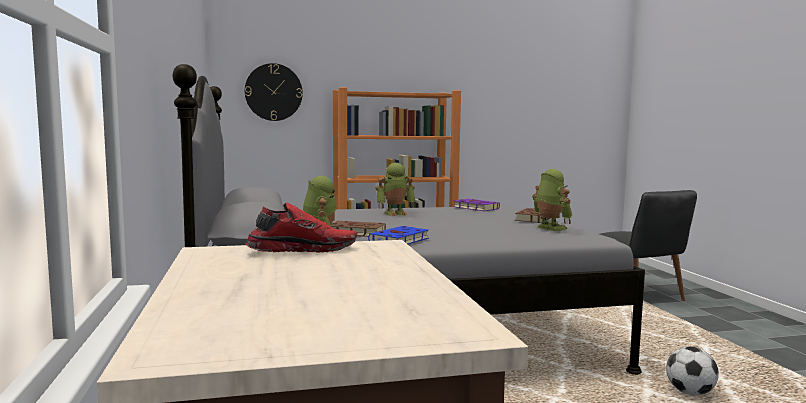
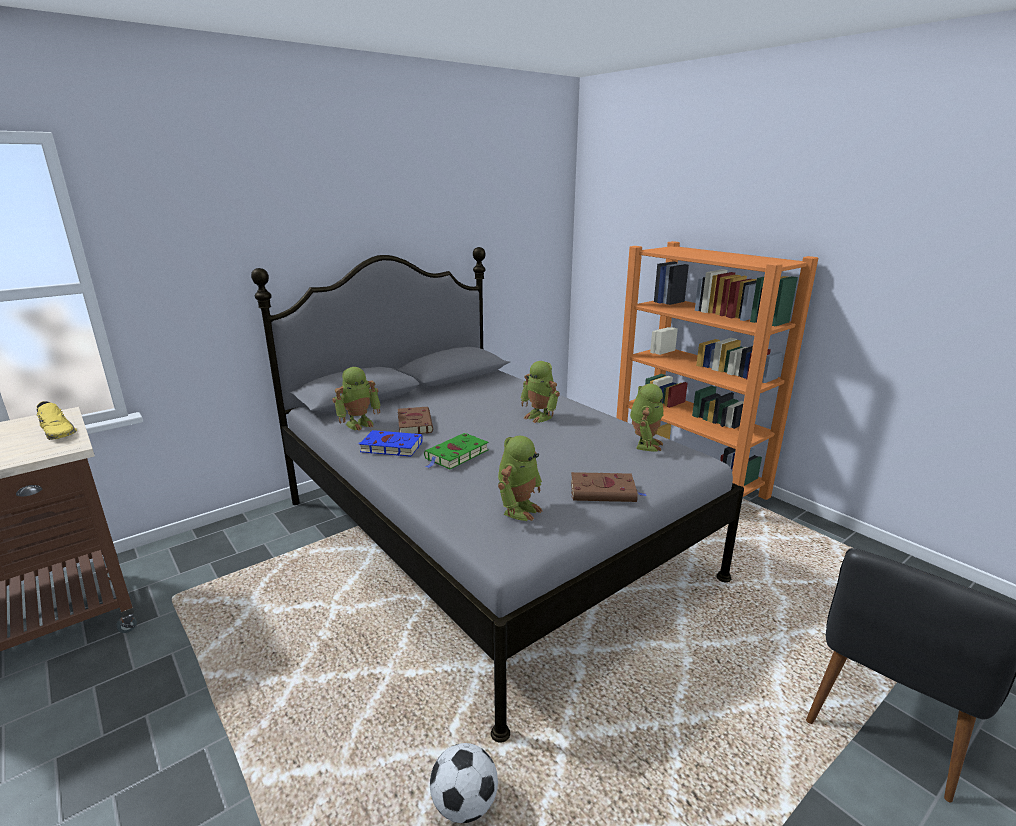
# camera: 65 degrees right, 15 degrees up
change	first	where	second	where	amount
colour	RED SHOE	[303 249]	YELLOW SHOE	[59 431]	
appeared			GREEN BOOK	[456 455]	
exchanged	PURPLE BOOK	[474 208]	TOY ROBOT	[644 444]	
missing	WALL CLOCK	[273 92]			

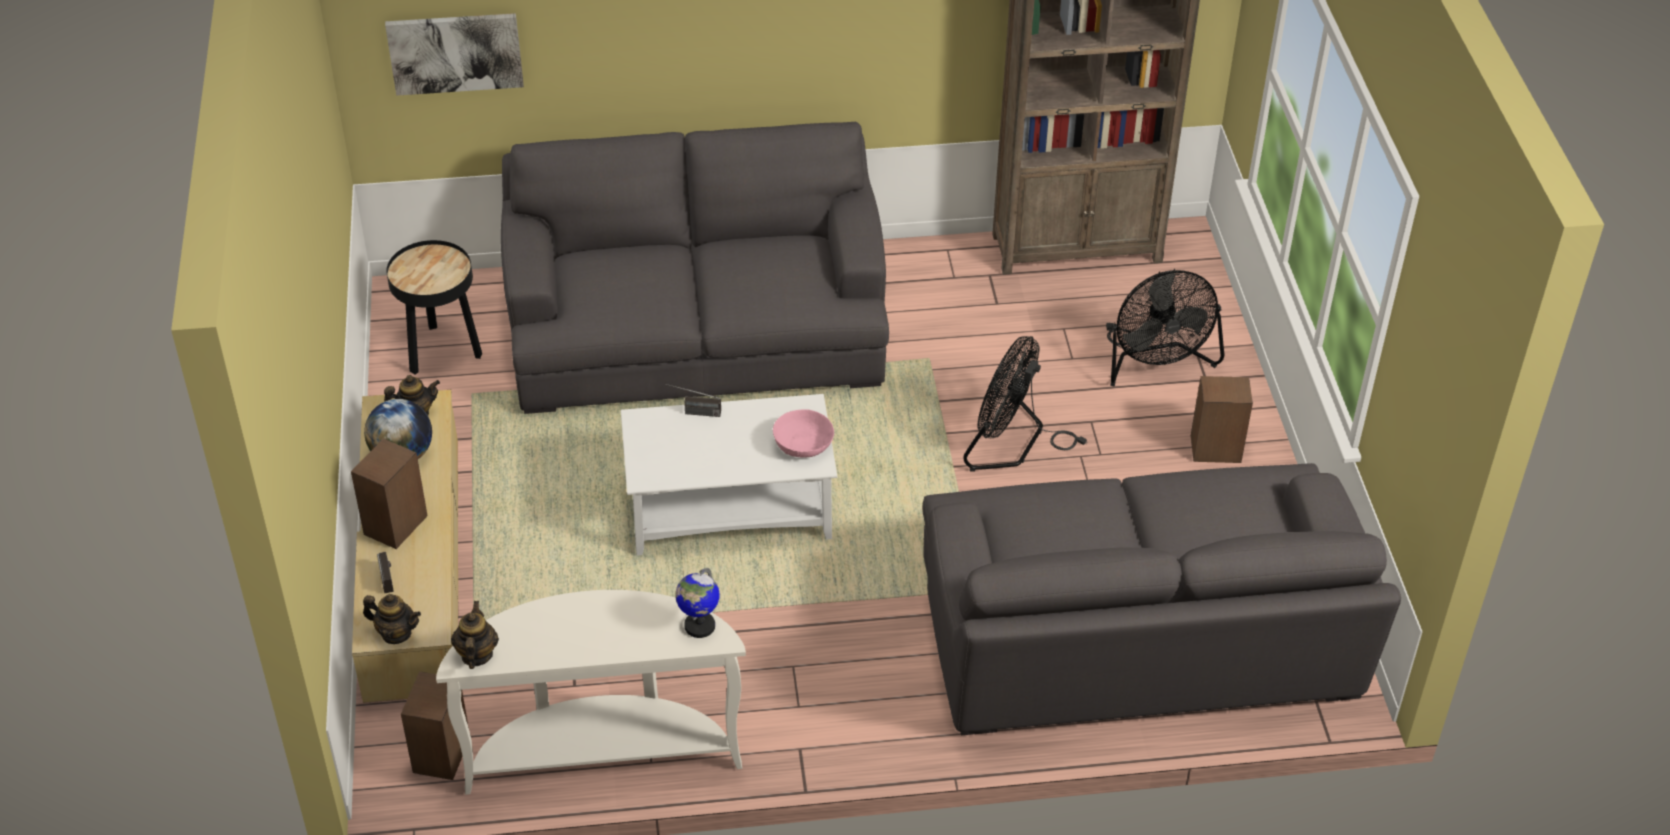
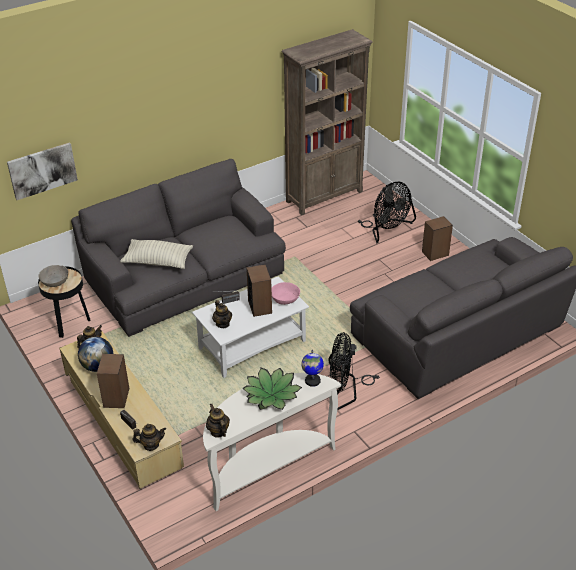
# camera: 25 degrees left, 5 degrees down
change	first	where	second	where	amount
appeared			GREY BOWL	[54 281]	
appeared			PILLOW	[158 261]	
appeared			TEAPOT	[222 324]	
appeared			POTTED PLANT	[272 395]	
relocated	SPEAKER	[442 754]		[260 307]	
relocated	BLACK FAN	[1017 439]		[345 387]	

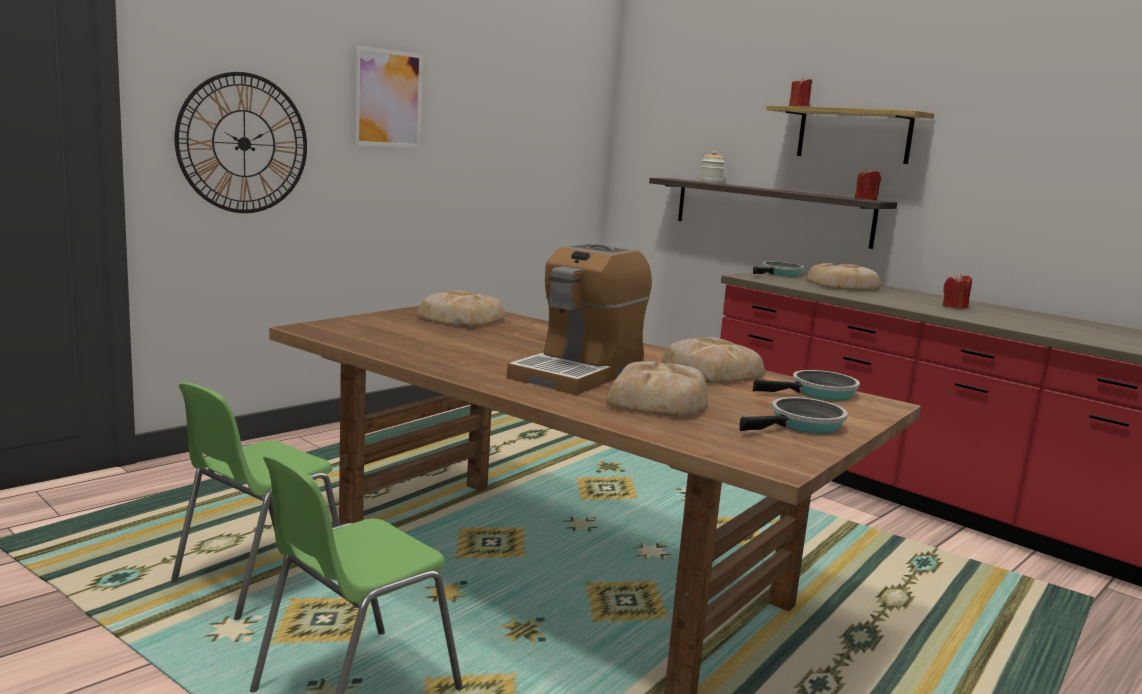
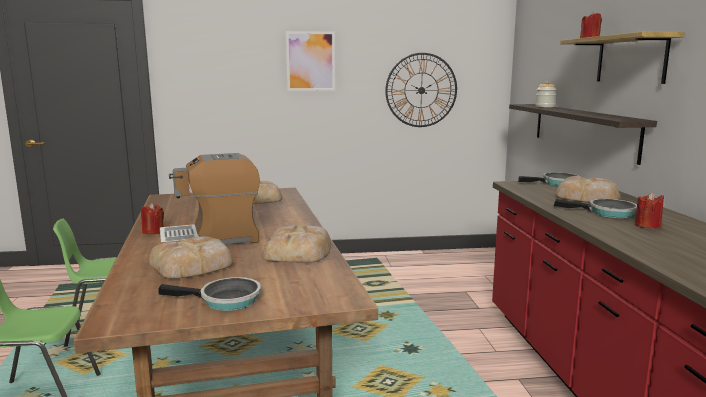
# camera: 40 degrees right, 0 degrees up
change	first	where	second	where	amount
relocated	RED CANDLE	[866 199]		[153 231]	
relocated	WALL CLOCK	[244 143]		[421 90]	
relocated	FRYING PAN	[818 393]		[607 213]	

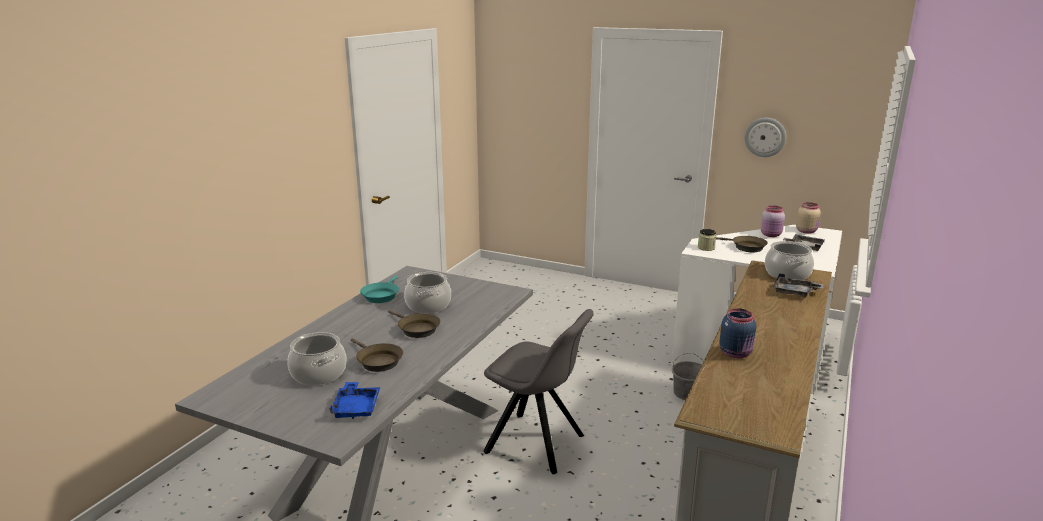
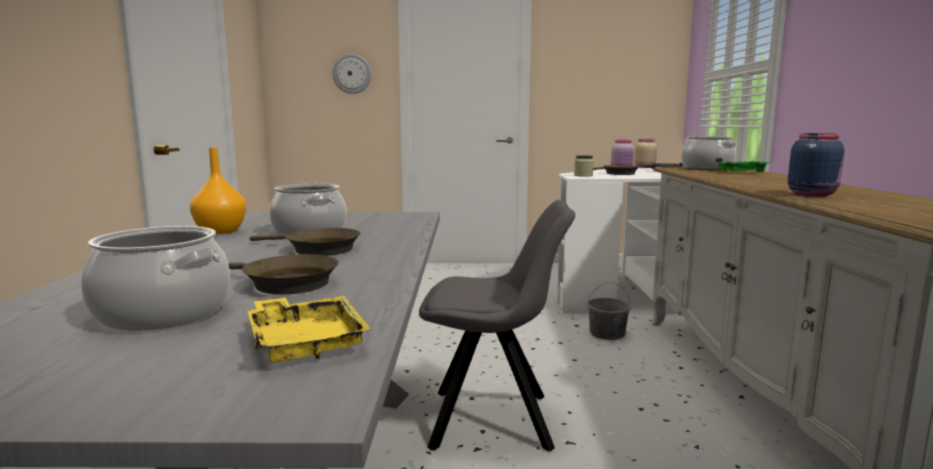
# camera: 25 degrees left, 10 degrees down
change	first	where	second	where	amount
exchanged	TURQUOISE FRYING PAN	[381 295]	ORANGE VASE	[219 232]	
colour	BLUE TRAY	[356 407]	YELLOW TRAY	[305 342]	
relocated	WALL CLOCK	[765 137]		[352 73]	
colour	GREY TRAY	[795 292]	GREEN TRAY	[744 172]	

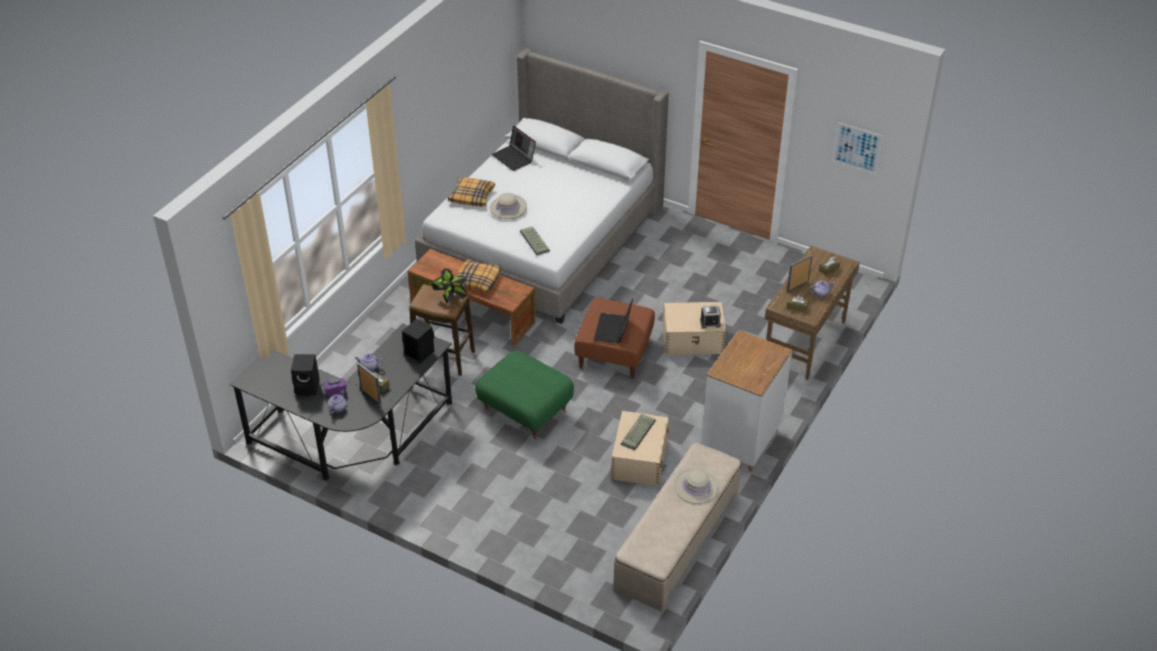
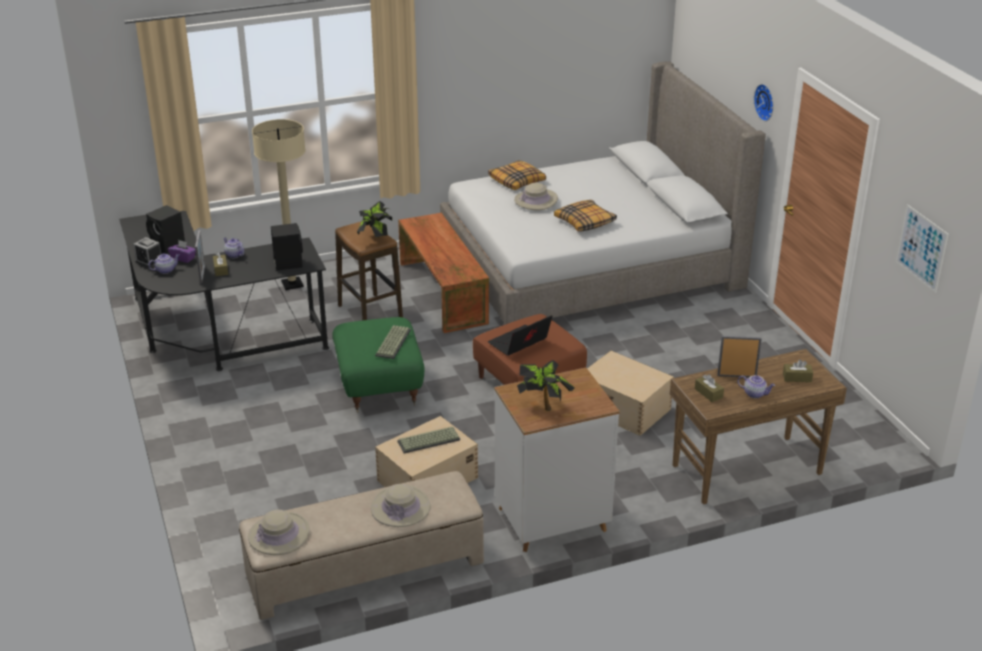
# camera: 40 degrees right, 10 degrees down
change	first	where	second	where	amount
relocated	ALARM CLOCK	[710 323]		[149 261]	
appeared			BEIGE HAT	[279 534]	
appeared			BEIGE FLOOR LAMP	[292 284]	
relocated	KEYBOARD	[533 241]		[392 342]	
appeared			POTTED PLANT	[544 405]	
relocated	PILLOW	[478 281]		[585 222]	
appeared			WALL CLOCK	[766 102]	
missing	LAPTOP	[514 158]			

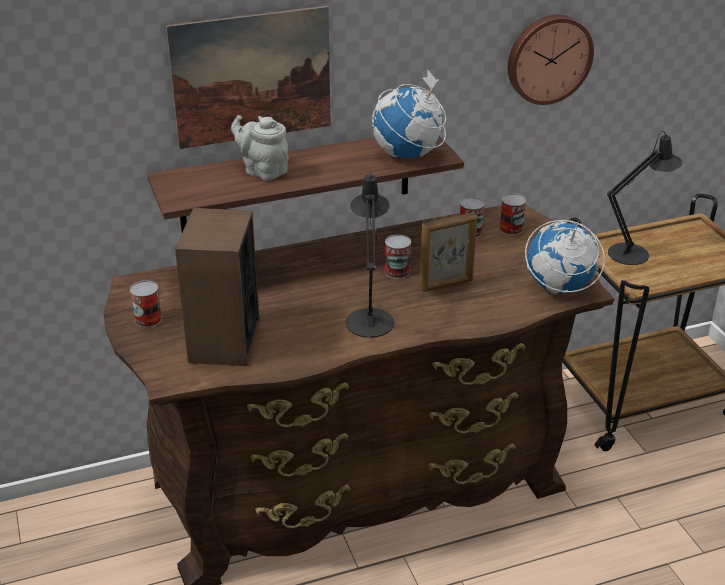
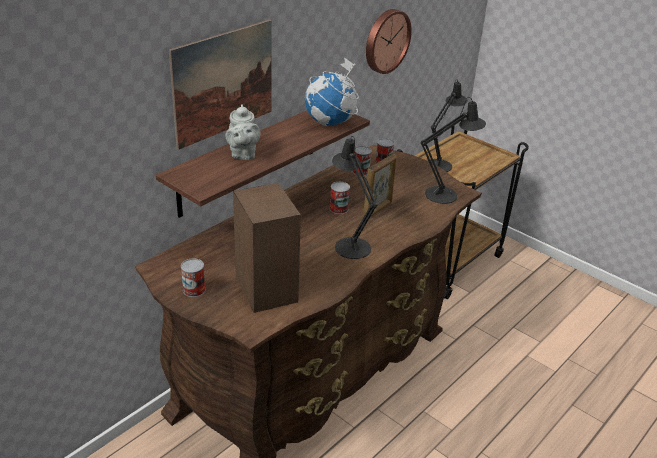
# camera: 30 degrees left, 0 degrees up
change	first	where	second	where	amount
spun	GREY TEAPOT	[263 171]		[243 154]	105 degrees counterclockwise
exchanged	GLOBE	[559 288]	BLACK TABLE LAMP	[445 194]	

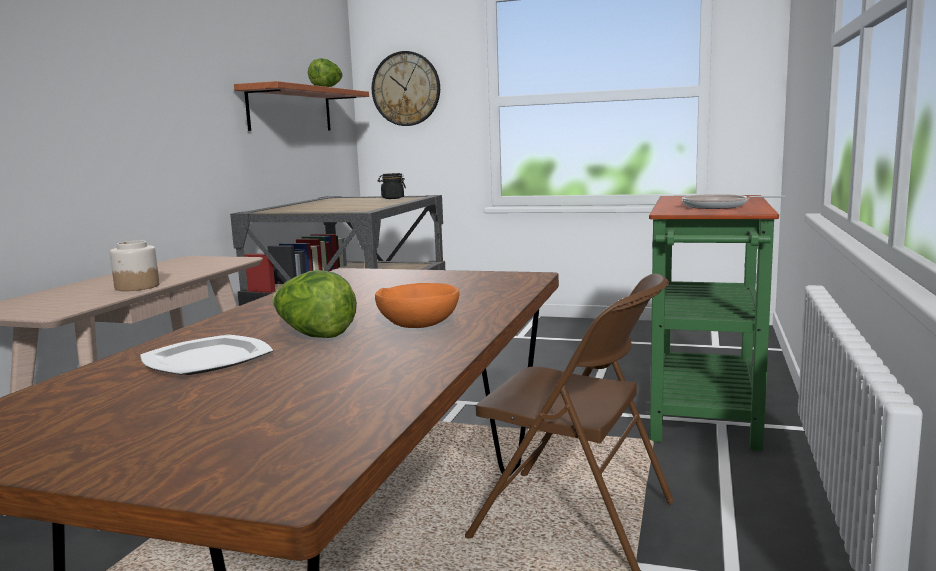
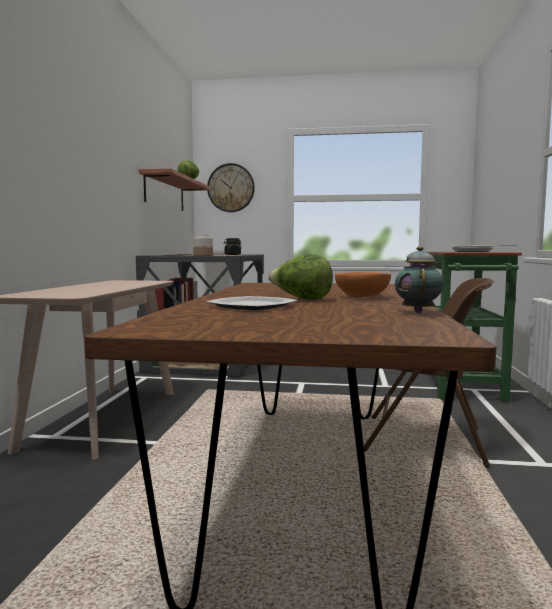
# camera: 10 degrees left, 5 degrees down
change	first	where	second	where	amount
relocated	JAR	[137 287]		[203 255]	
appeared			TEAPOT	[418 312]	

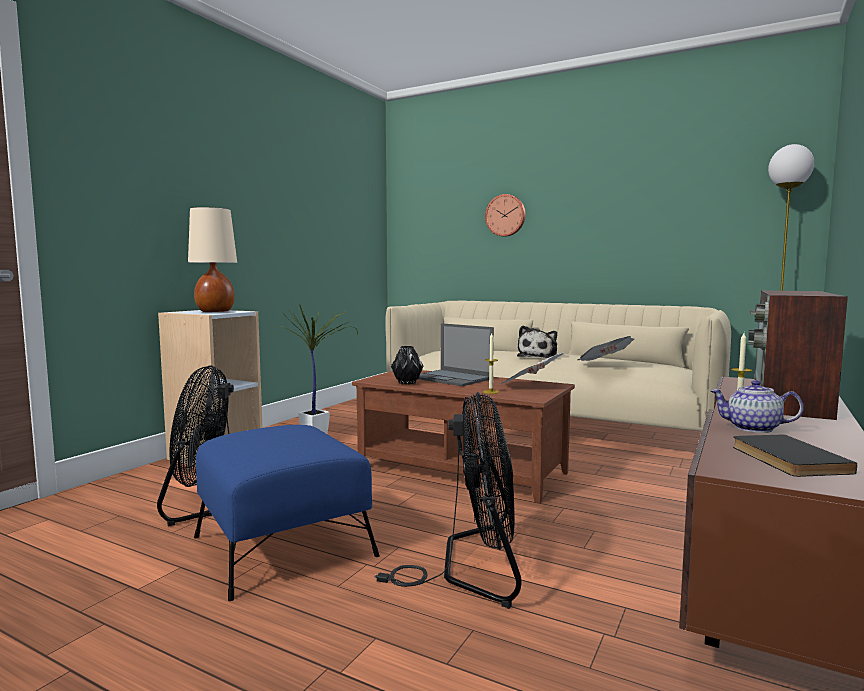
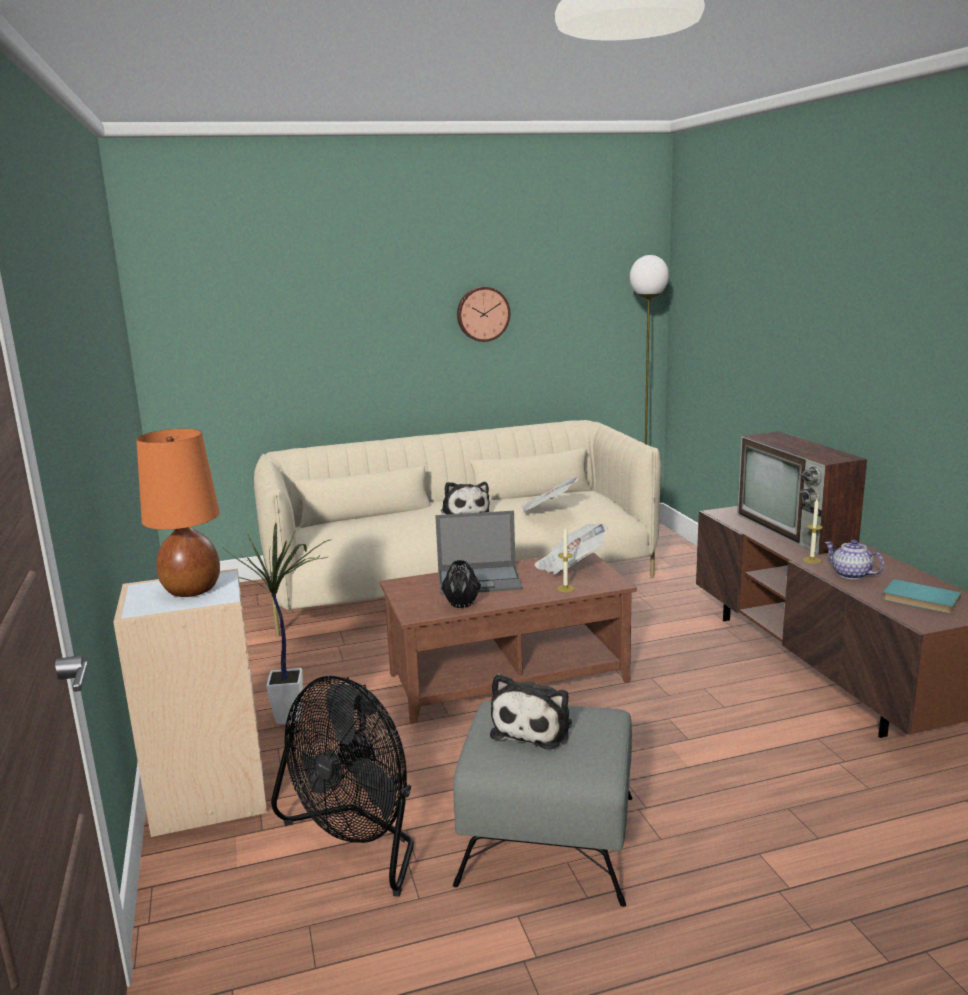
# camera: 45 degrees left, 10 degrees up
change	first	where	second	where	amount
colour	BEIGE TABLE LAMP	[215 311]	ORANGE TABLE LAMP	[192 589]	
colour	BLUE OTTOMAN	[283 546]	GREY OTTOMAN	[549 839]	
relocated	WALL CLOCK	[505 215]		[482 314]	
appeared			PLUSH TOY	[534 728]	
spun	TEAPOT	[753 428]		[850 575]	75 degrees clockwise
colour	BLACK BOOK	[785 459]	TURQUOISE BOOK	[920 600]	
missing	BLACK FAN	[470 564]			

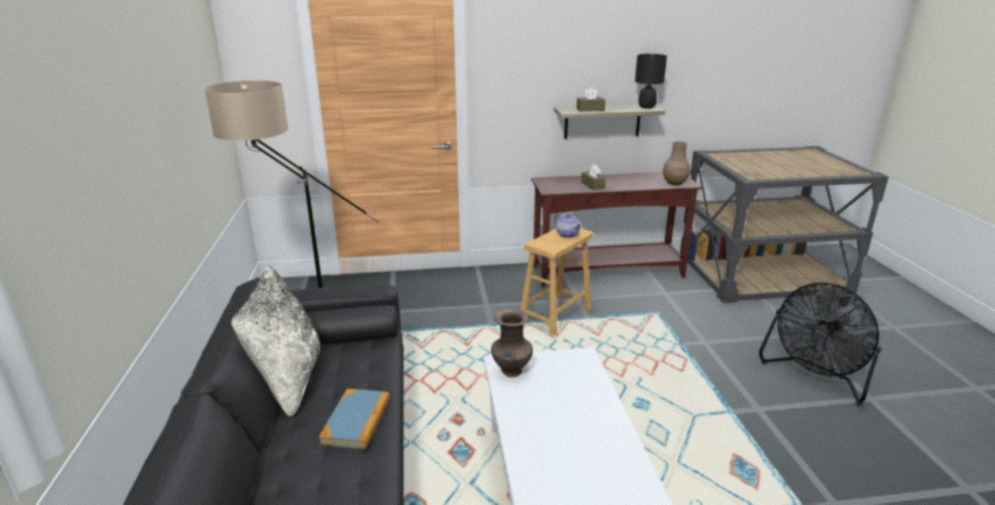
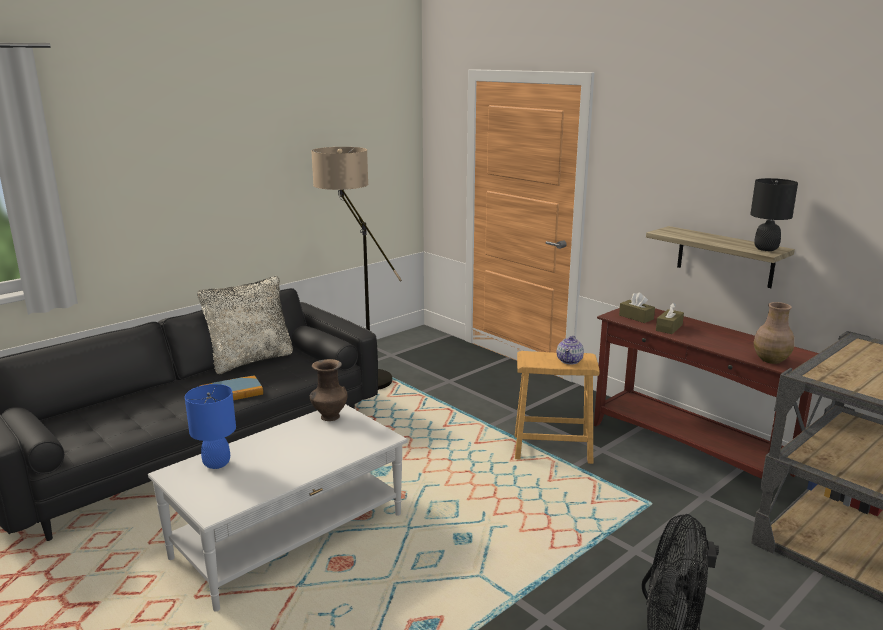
# camera: 55 degrees right, 5 degrees down
change	first	where	second	where	amount
appeared			BLUE TABLE LAMP	[217 465]	
relocated	BROWN TISSUE BOX	[590 110]		[636 317]	

